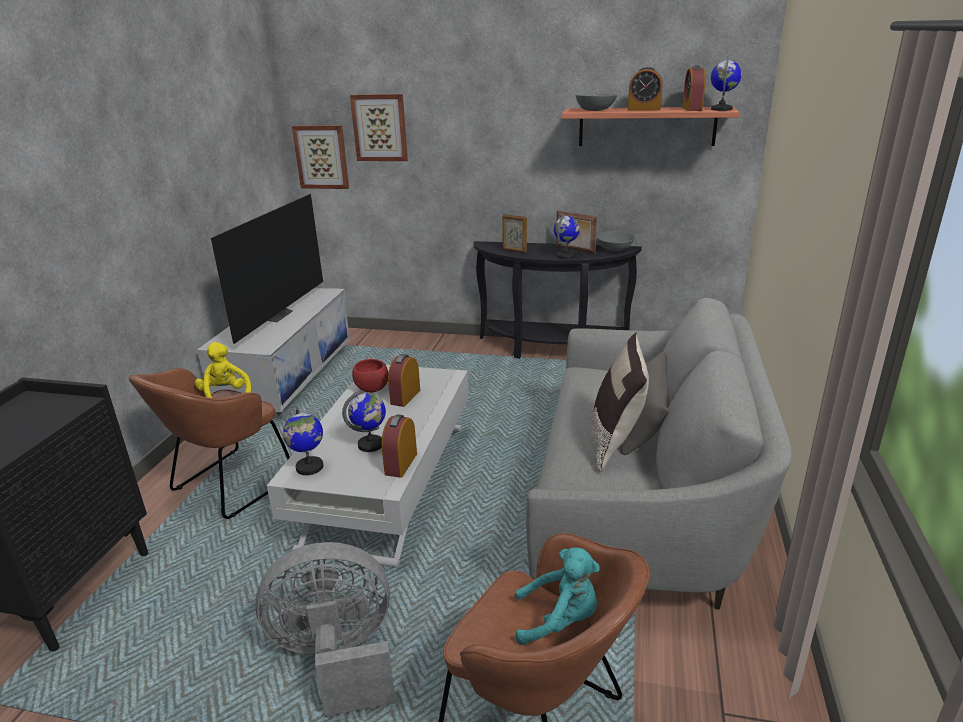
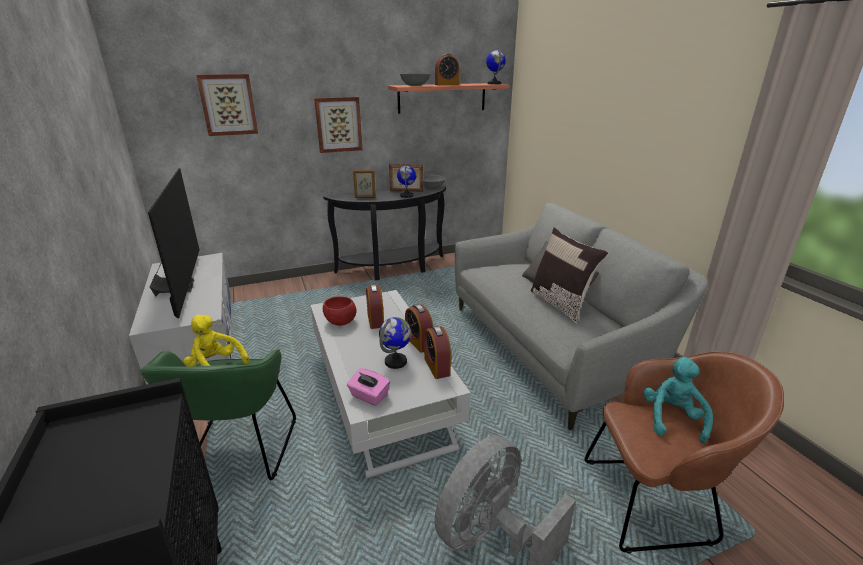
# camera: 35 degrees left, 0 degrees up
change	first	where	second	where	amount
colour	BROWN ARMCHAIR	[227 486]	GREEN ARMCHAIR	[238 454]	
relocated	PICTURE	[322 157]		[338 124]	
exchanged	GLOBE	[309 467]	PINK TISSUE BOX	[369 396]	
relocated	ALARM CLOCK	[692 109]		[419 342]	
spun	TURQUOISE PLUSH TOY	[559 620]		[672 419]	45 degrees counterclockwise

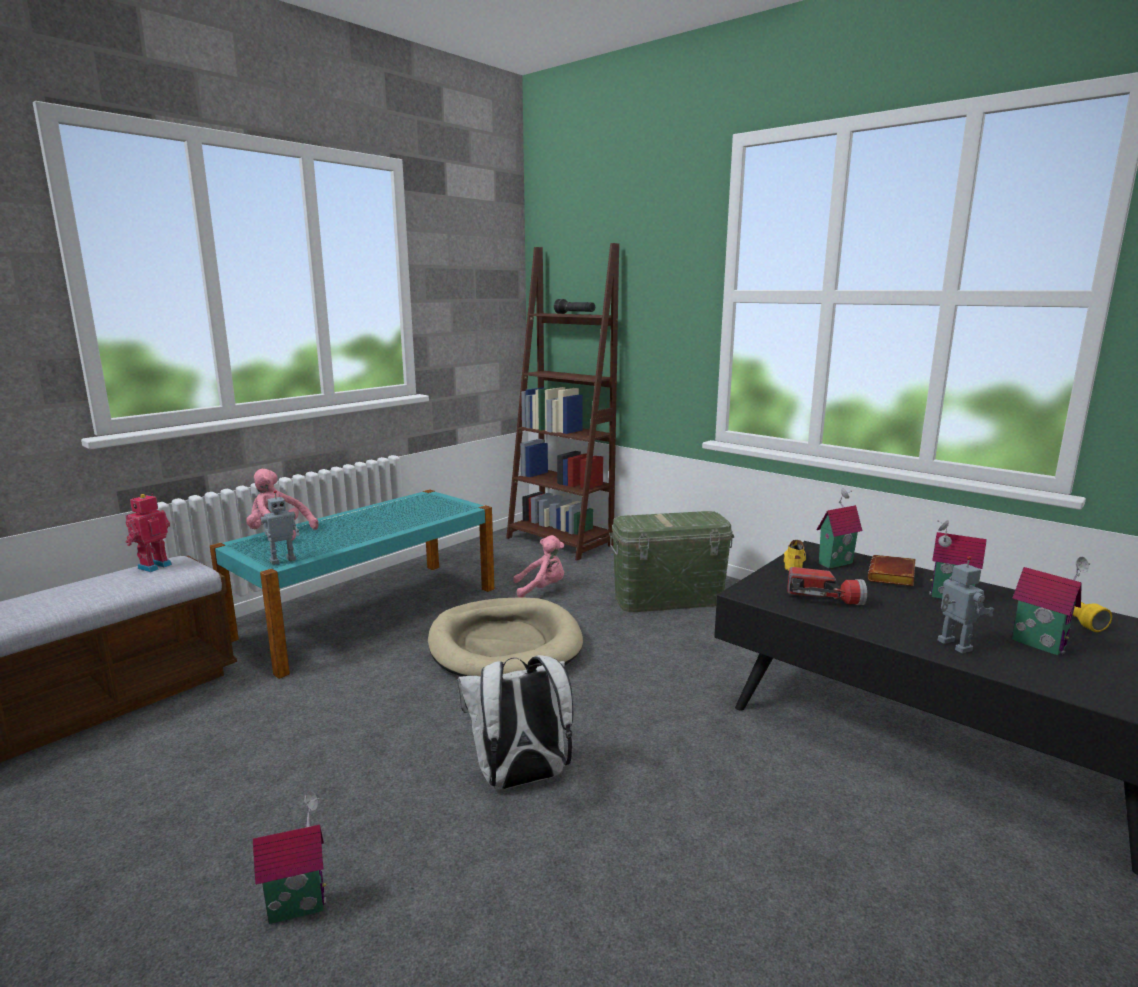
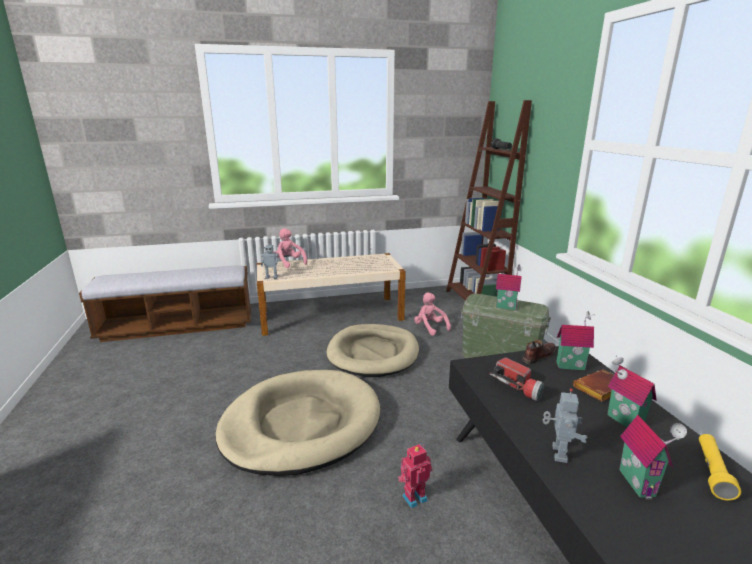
# camera: 35 degrees right, 5 degrees up
change	first	where	second	where	amount
exchanged	WHITE BACKPACK	[520 779]	BEIGE DOG BED	[301 425]	
colour	TURQUOISE BENCH	[369 612]	BEIGE BENCH	[331 315]	
relocated	TOY ROBOT	[153 566]		[413 497]	
spun	PINK PLUSH TOY	[542 589]		[430 328]	150 degrees counterclockwise
relocated	TOY HOUSE	[297 905]		[506 306]	
colour	YELLOW SHOE	[793 562]	BROWN SHOE	[538 356]	

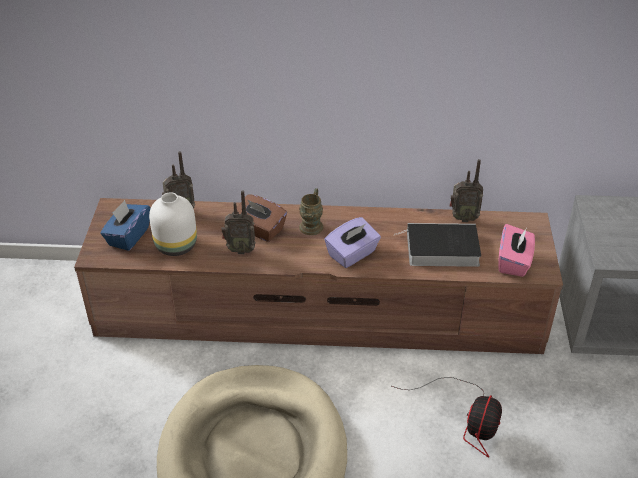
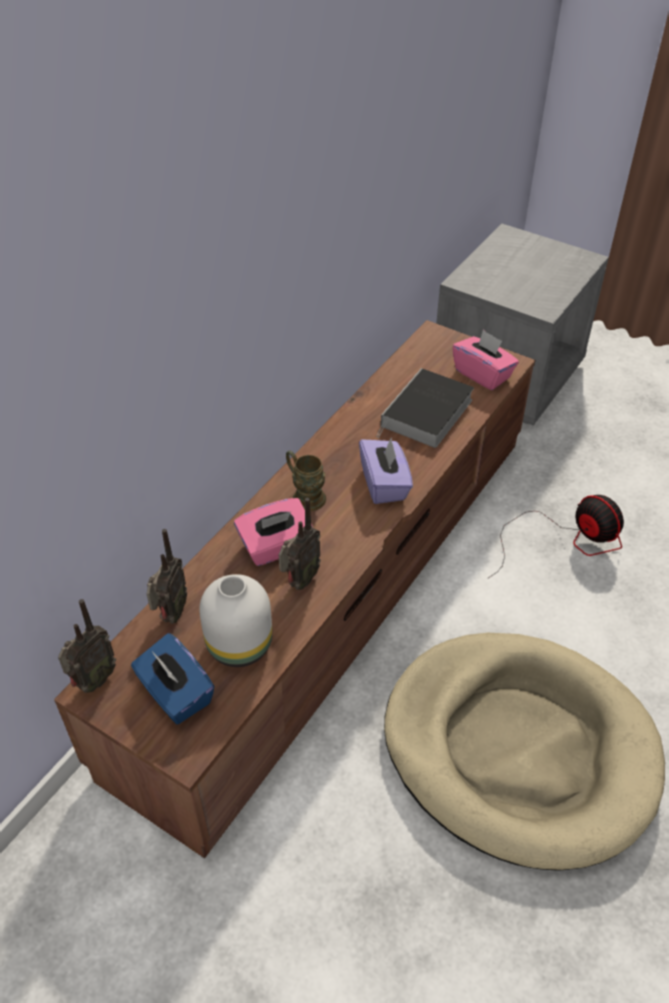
# camera: 60 degrees left, 5 degrees up
change	first	where	second	where	amount
relocated	RADIO	[463 218]		[93 681]	
colour	BROWN TISSUE BOX	[259 229]	PINK TISSUE BOX	[276 547]	

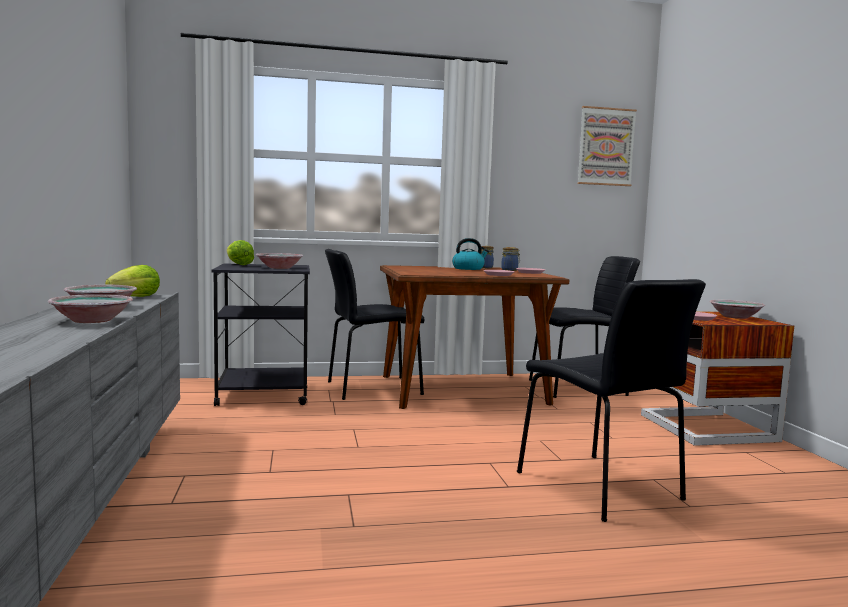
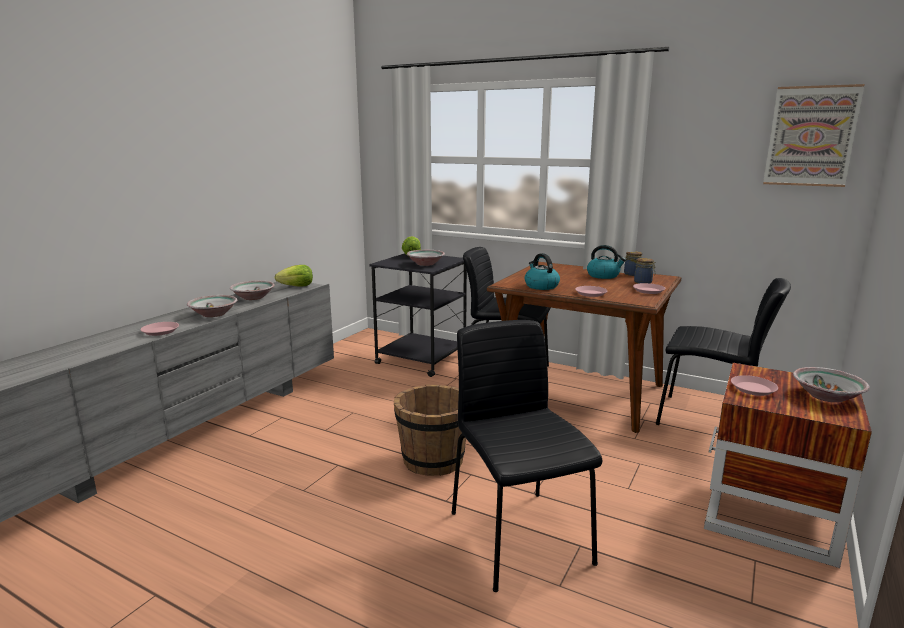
# camera: 40 degrees right, 10 degrees up
change	first	where	second	where	amount
appeared			PINK PLATE	[160 331]	
appeared			BROWN BUCKET	[433 460]	
spun	BLACK CHAIR	[602 488]		[516 534]	150 degrees clockwise
appeared			KETTLE	[541 286]	

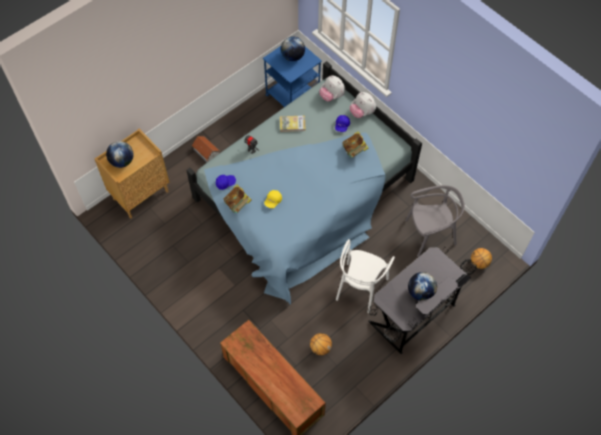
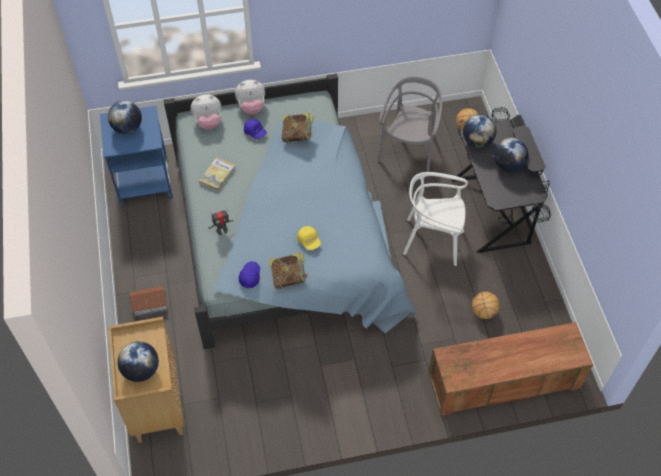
# camera: 60 degrees left, 5 degrees down
change	first	where	second	where	amount
spun	WHITE CHAIR	[360 287]		[433 240]	135 degrees clockwise
appeared			GLOBE	[477 142]	

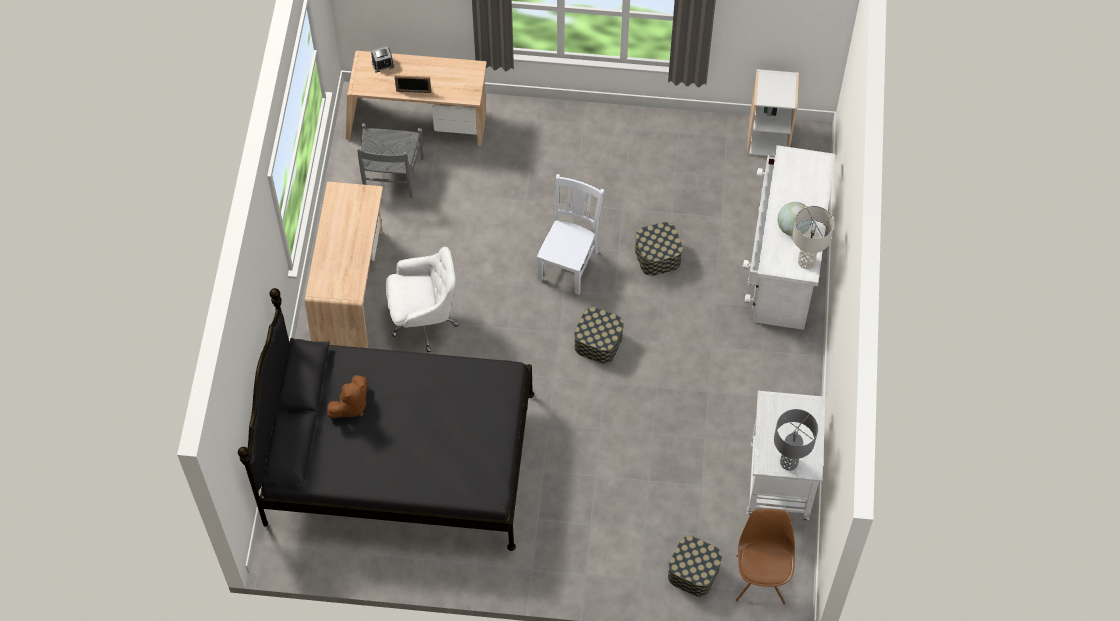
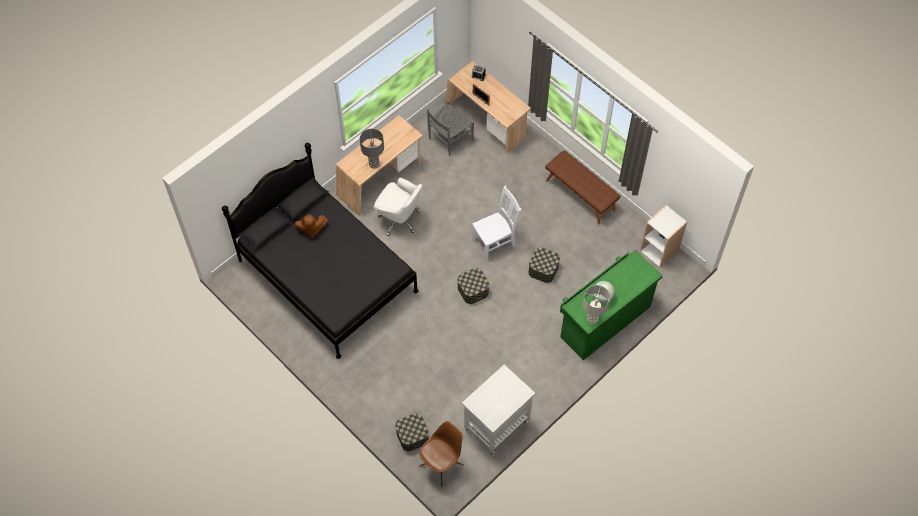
# camera: 40 degrees right, 0 degrees up
change	first	where	second	where	amount
relocated	GREY TABLE LAMP	[789 462]		[374 164]	
appeared			BROWN BENCH	[580 195]	
colour	WHITE DRESSER	[783 265]	GREEN DRESSER	[604 320]	

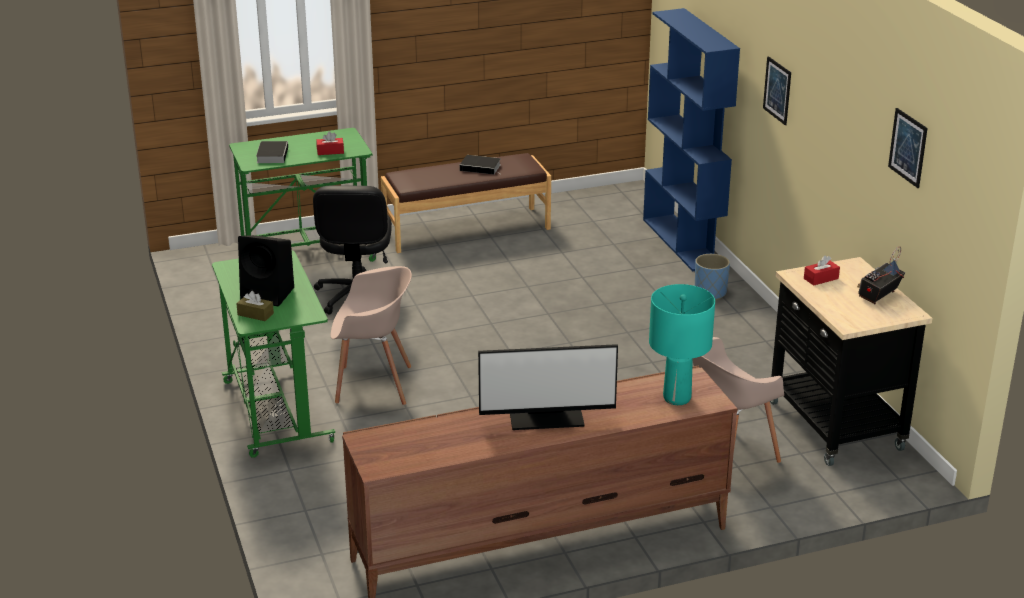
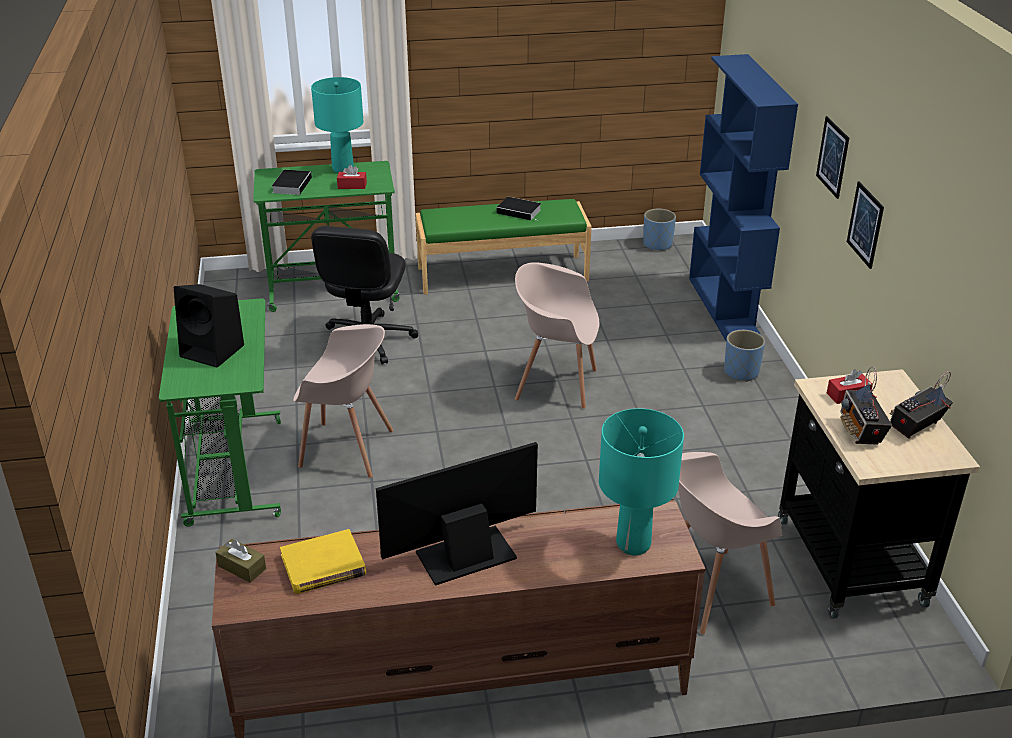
# camera: 10 degrees right, 5 degrees up
change	first	where	second	where	amount
relocated	BROWN TISSUE BOX	[255 314]		[242 567]	
appeared			YELLOW BOOK	[323 566]	
appeared			TURQUOISE TABLE LAMP	[343 169]	
spun	MONITOR	[546 417]		[465 554]	150 degrees clockwise
colour	BROWN BENCH	[466 229]	GREEN BENCH	[502 273]	
appeared			BEIGE CHAIR	[555 384]	
appeared			BLUE PLANTER	[657 244]	
appeared			RADIO	[861 431]	
relocated	PICTURE	[908 147]		[865 224]	

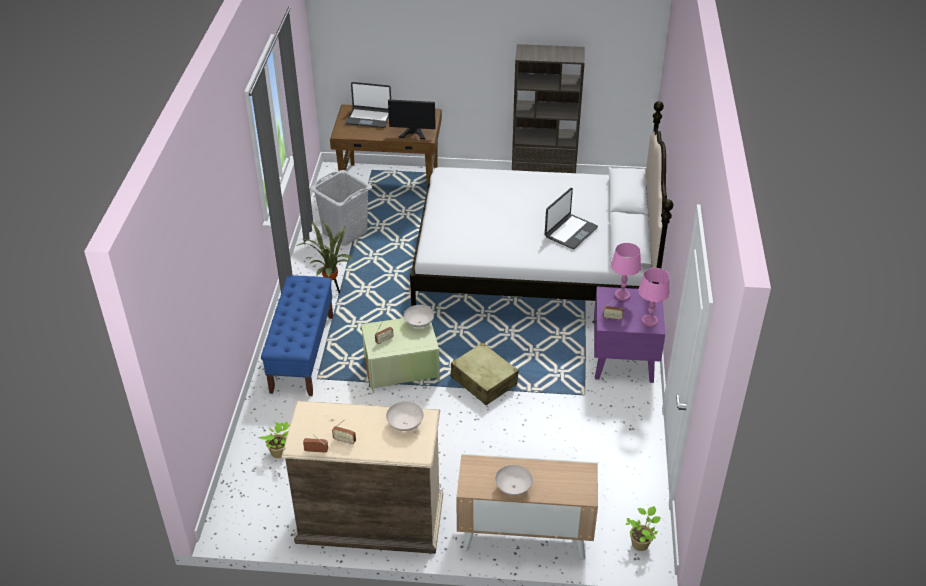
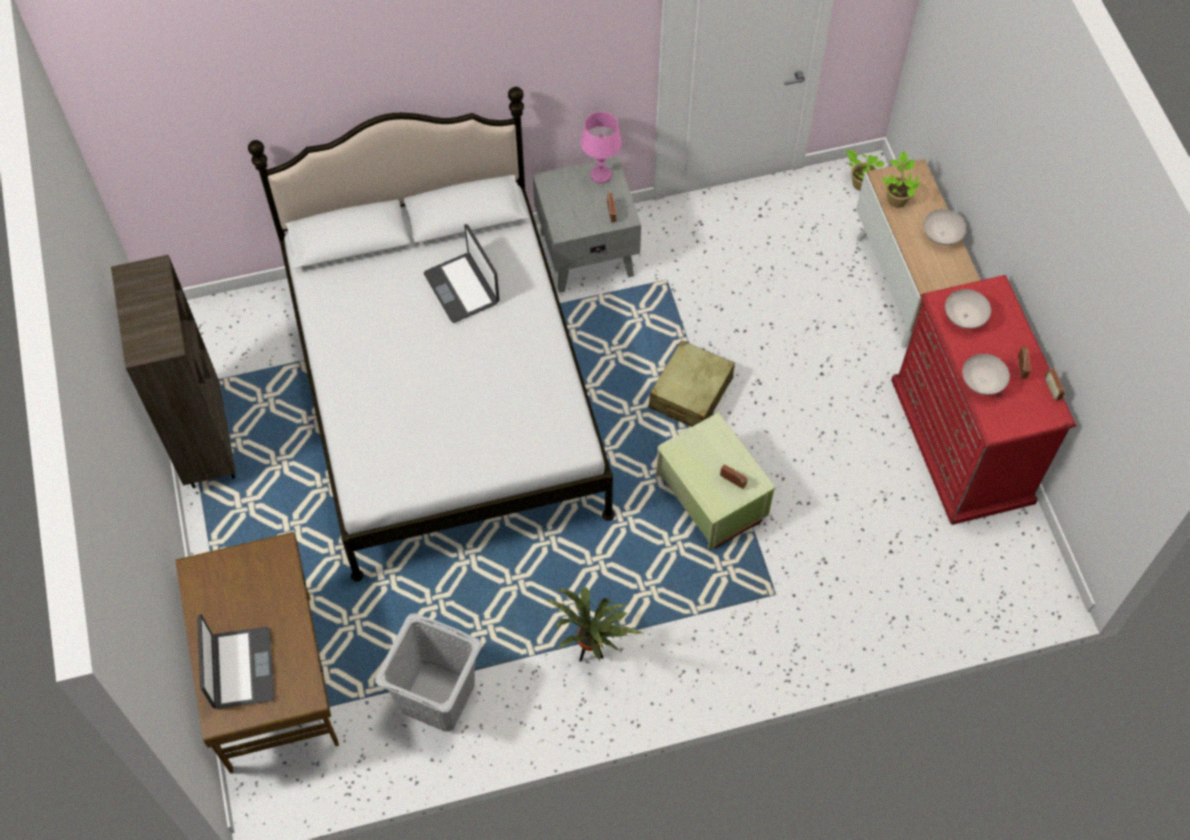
# camera: 110 degrees left, 20 degrees up
change	first	where	second	where	amount
spun	LAPTOP	[570 232]		[462 288]	135 degrees counterclockwise
colour	PURPLE NIGHTSTAND	[623 361]	GREY NIGHTSTAND	[588 253]	
relocated	POTTED PLANT	[280 452]		[897 198]	
colour	BEIGE DRESSER	[369 519]	RED DRESSER	[962 441]	
relocated	WHITE BOWL	[419 323]		[981 382]	
missing	BLUE BENCH	[302 353]			
missing	MONITOR	[414 129]			
missing	PINK TABLE LAMP	[622 295]			

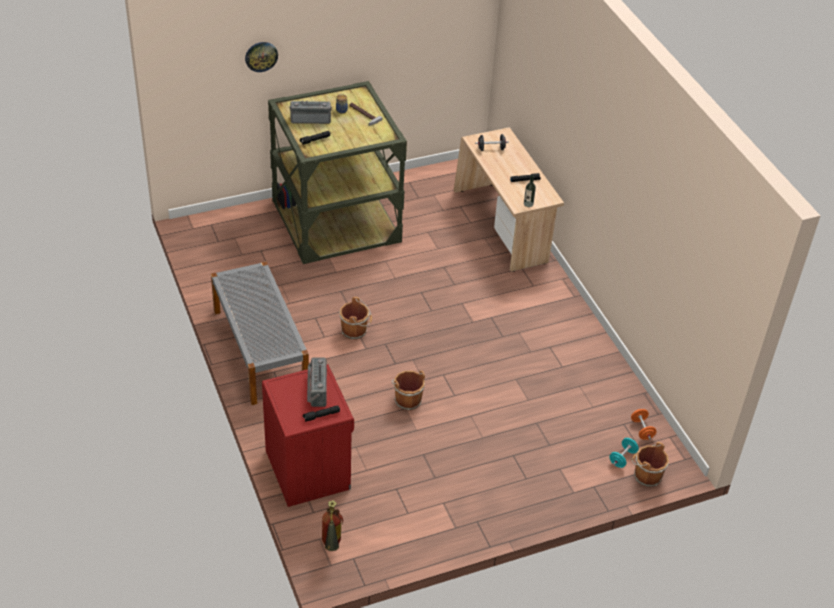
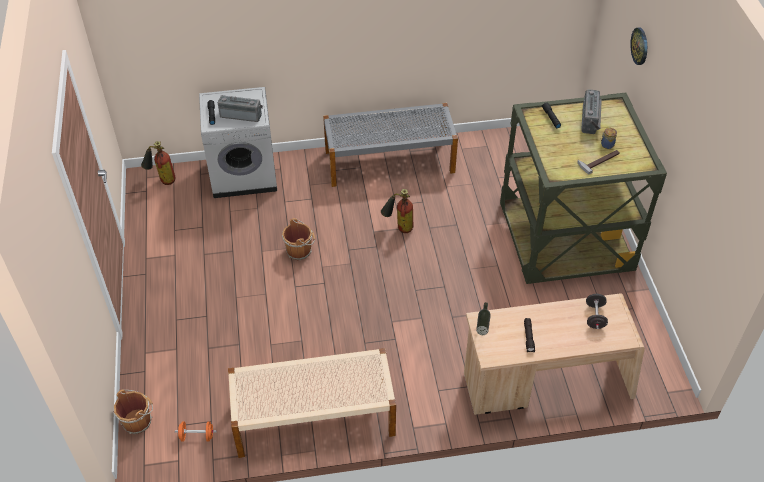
# camera: 105 degrees right, 5 degrees up
change	first	where	second	where	amount
colour	RED WASHING MACHINE	[309 469]	WHITE WASHING MACHINE	[244 177]	
appeared			BEIGE BENCH	[314 418]	
exchanged	BROWN BUCKET	[355 331]	FIRE EXTINGUISHER	[398 227]	
missing	TURQUOISE DUMBBELL	[622 458]			

